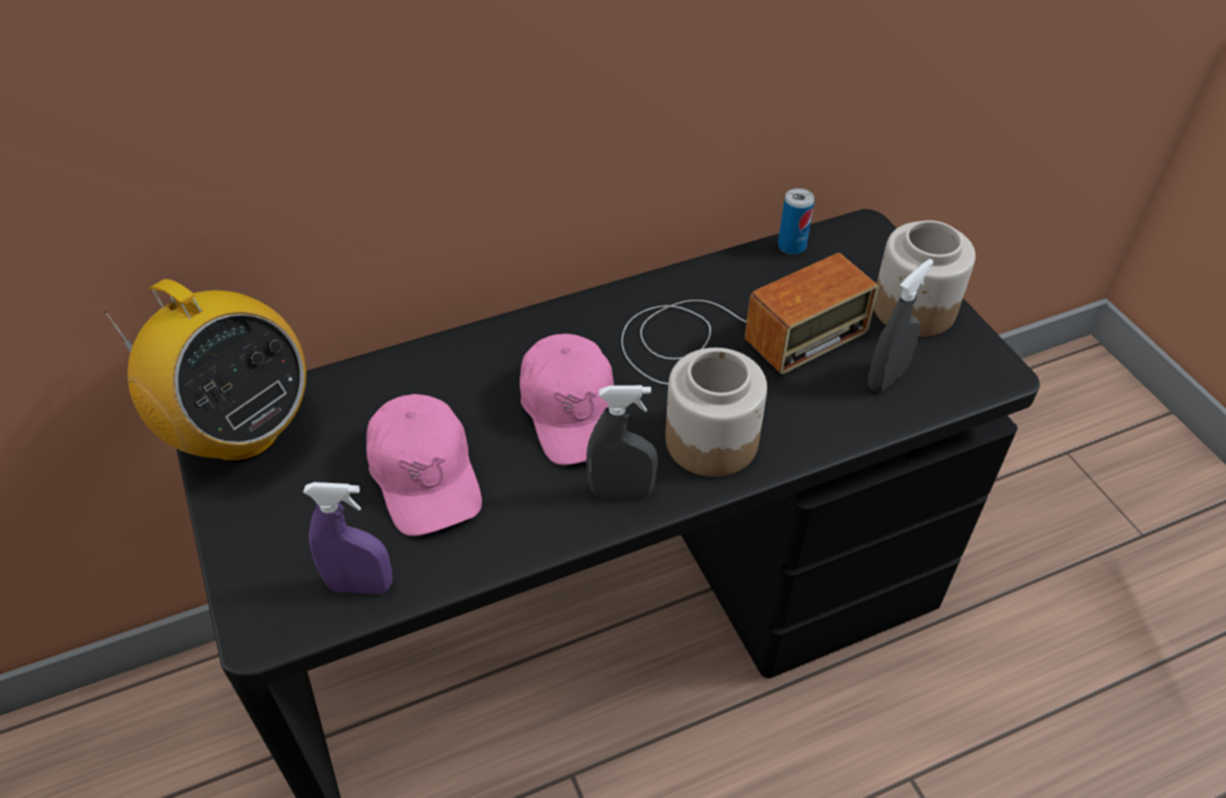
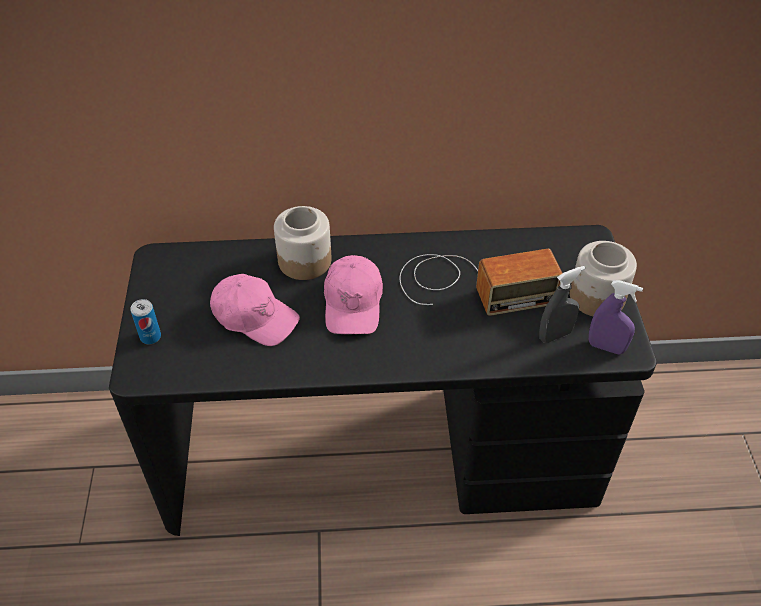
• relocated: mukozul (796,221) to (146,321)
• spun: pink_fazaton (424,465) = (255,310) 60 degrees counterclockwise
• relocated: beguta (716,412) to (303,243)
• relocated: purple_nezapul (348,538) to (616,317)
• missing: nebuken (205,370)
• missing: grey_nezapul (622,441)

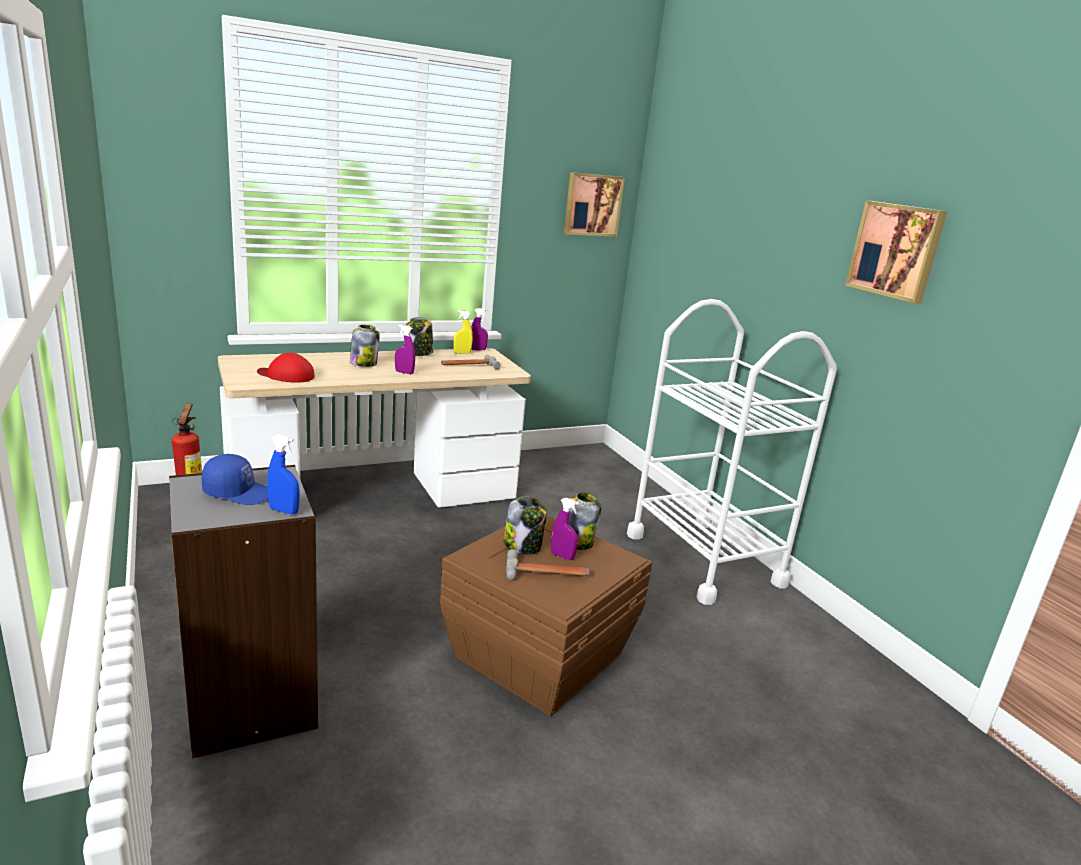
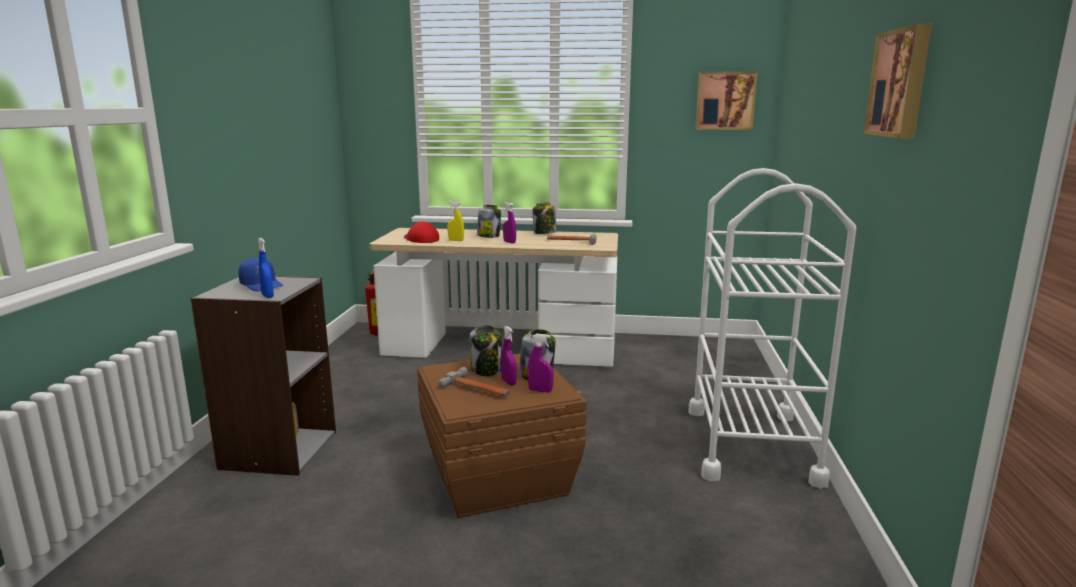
• relocated: yellow_nezapul (463,332) to (455,221)
• relocated: purple_nezapul (479,329) to (540,363)

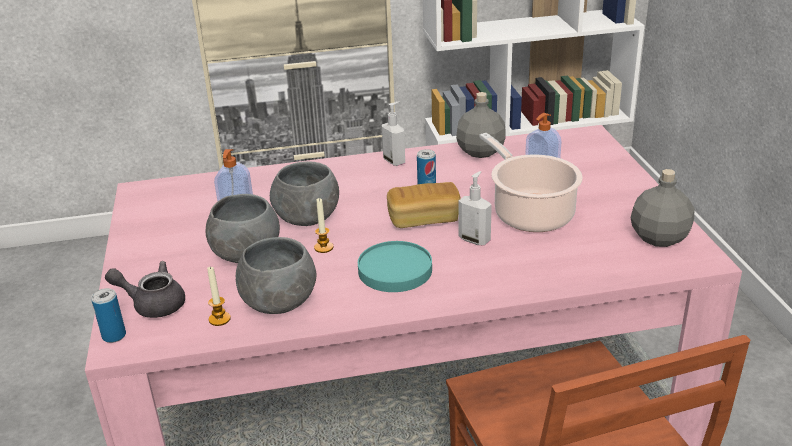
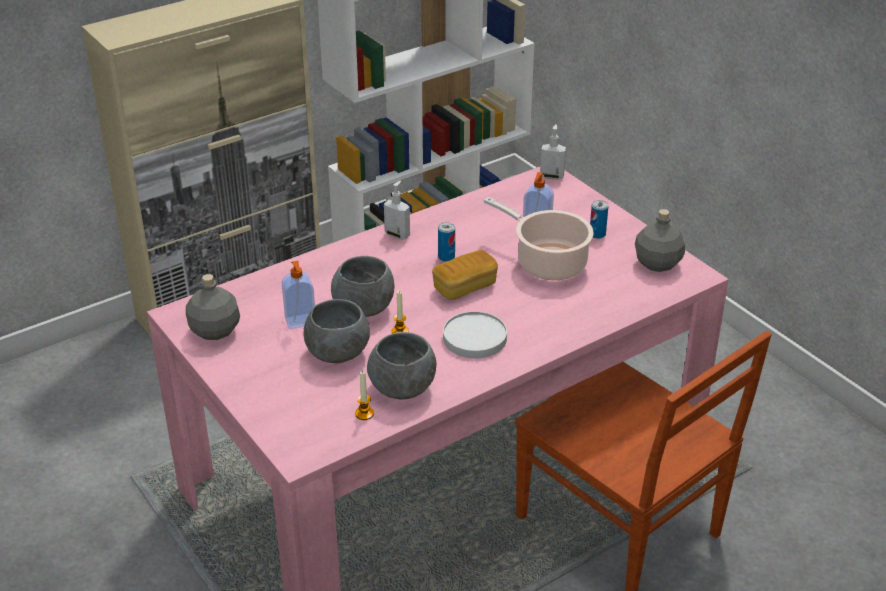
• relocated: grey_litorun (481,125) to (213,307)
• colour: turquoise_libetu (395,266) to white_libetu (475,335)
• relocated: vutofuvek (475,208) to (553,152)
• relocated: mukozul (108,315) to (599,219)
• missing: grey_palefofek (145,289)

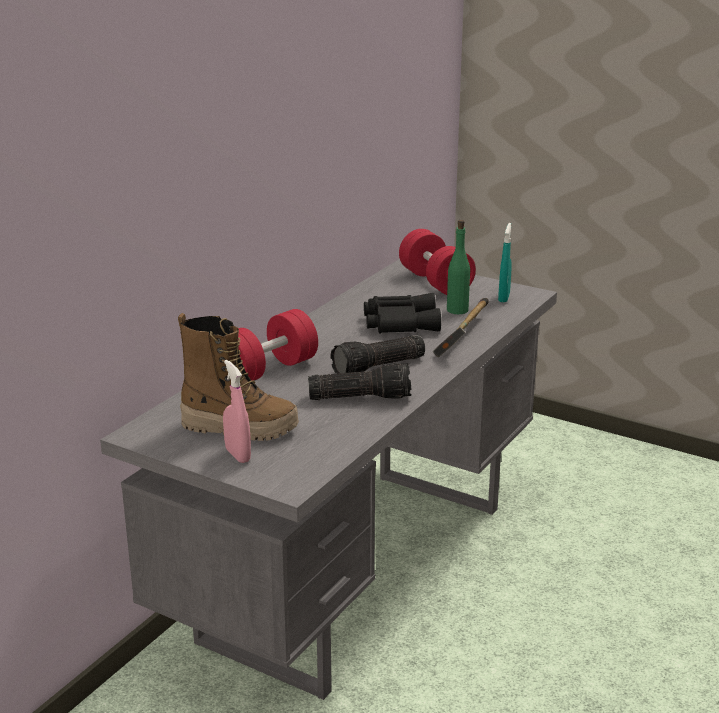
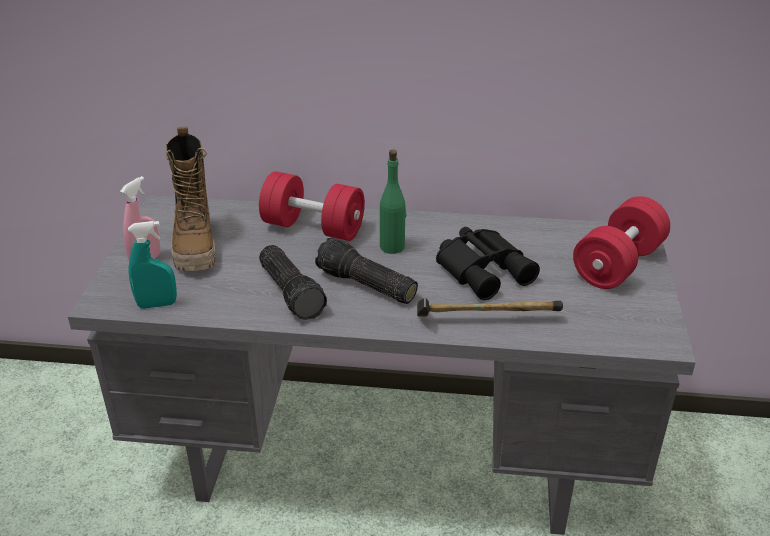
• relocated: turquoise_nezapul (505,262) to (152,265)
• relocated: green_litorun (458,267) to (393,202)

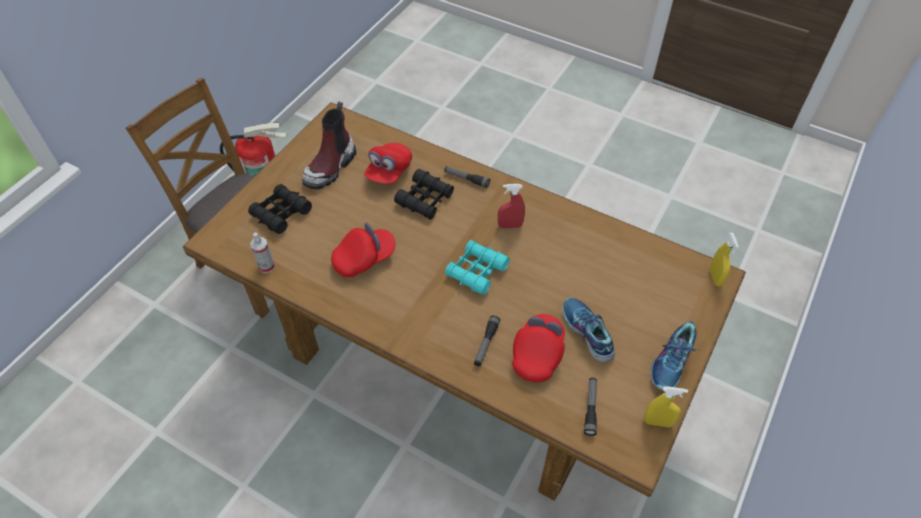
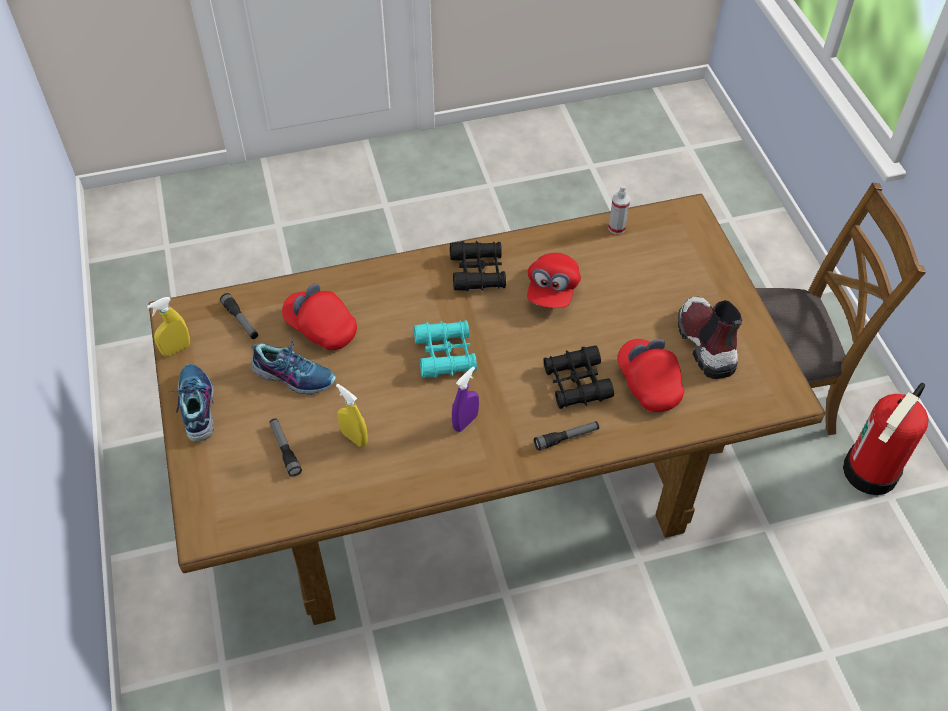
• relocated: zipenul (487,340) to (286,447)
• spun: red_fazaton (538,348) = (319,316) 150 degrees clockwise
• relocated: yellow_nezapul (724,260) to (352,415)
• relocated: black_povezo (280,209) to (478,266)
• colour: red_nezapul (511,206) to purple_nezapul (465,399)

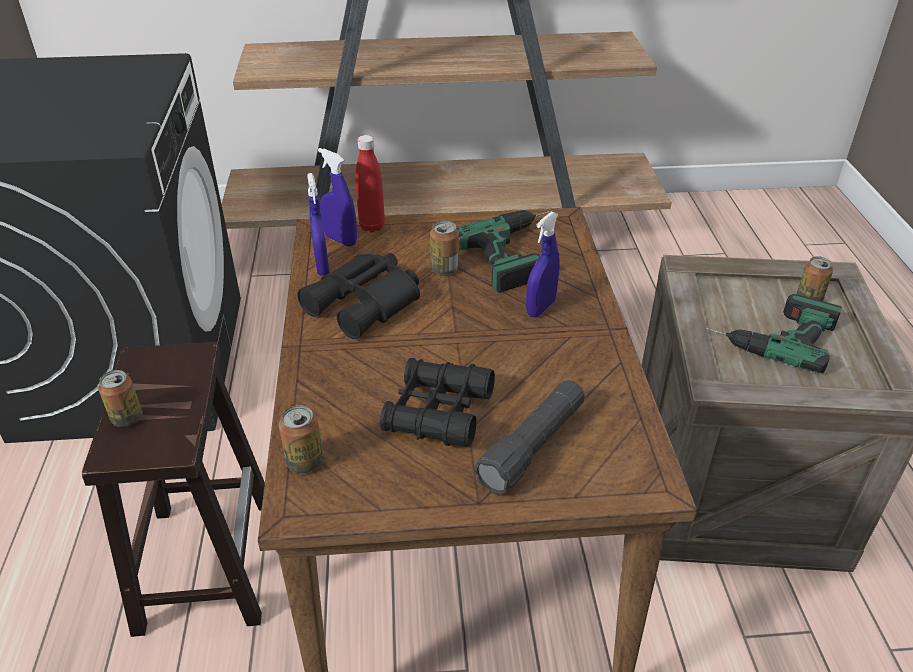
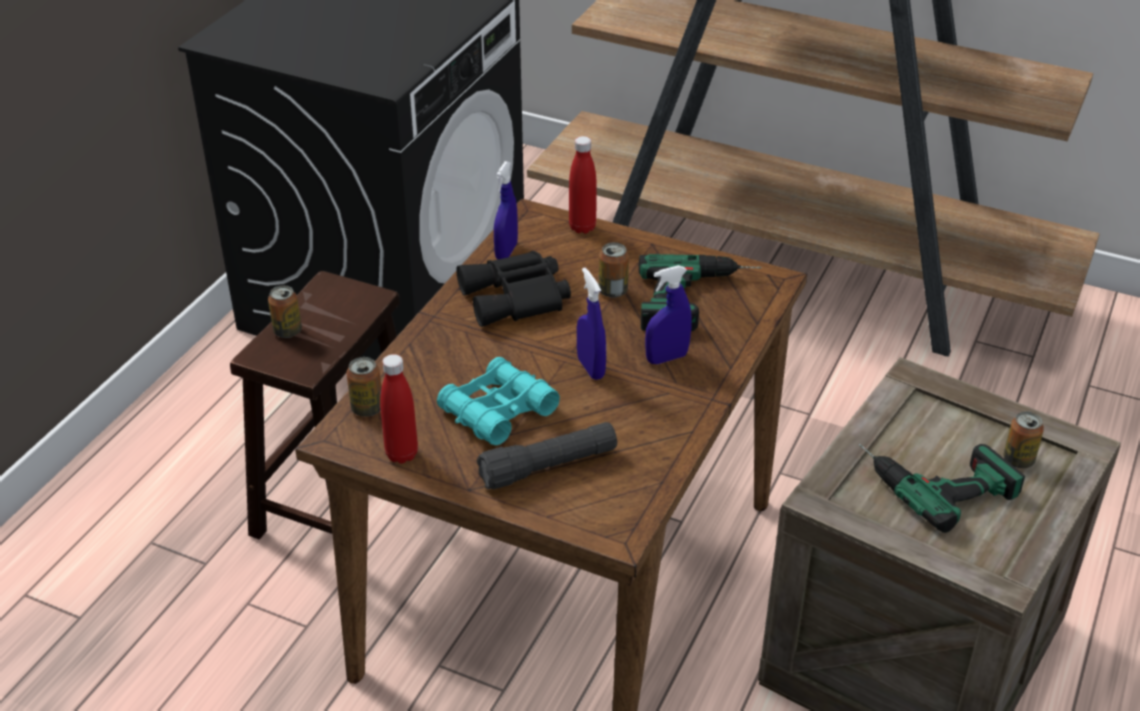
• appeared: red_litorun (399,409)
• colour: black_povezo (437,402) to turquoise_povezo (498,401)
• relocated: blue_nezapul (337,197) to (591,324)

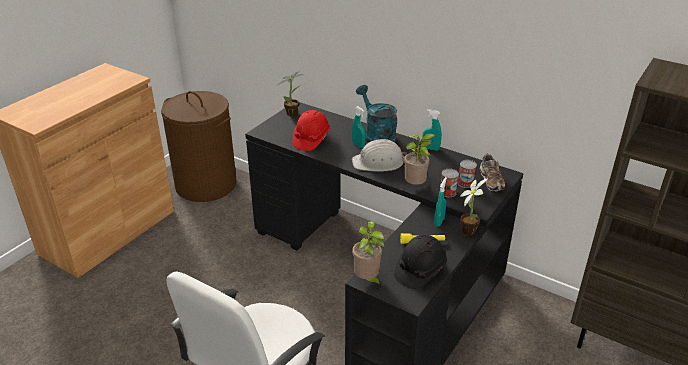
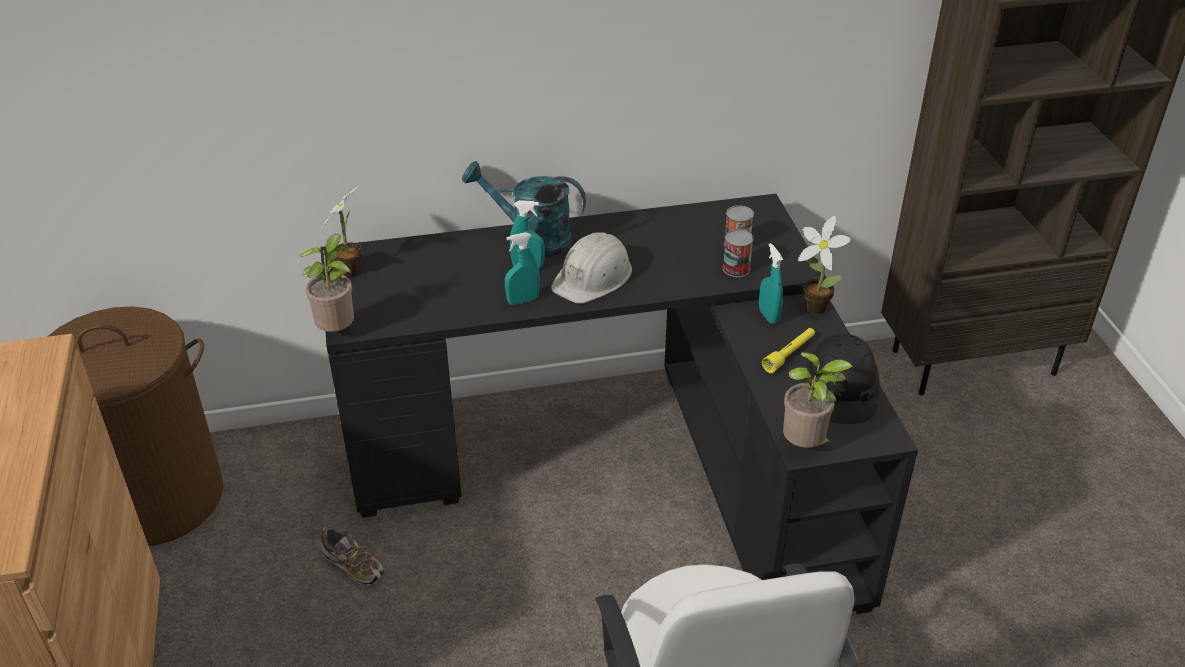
• relocated: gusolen (419,159) to (326,283)
• relocated: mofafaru (492,172) to (352,556)
• relocated: turquoise_nezapul (432,129) to (522,268)
• missing: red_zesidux (311,130)

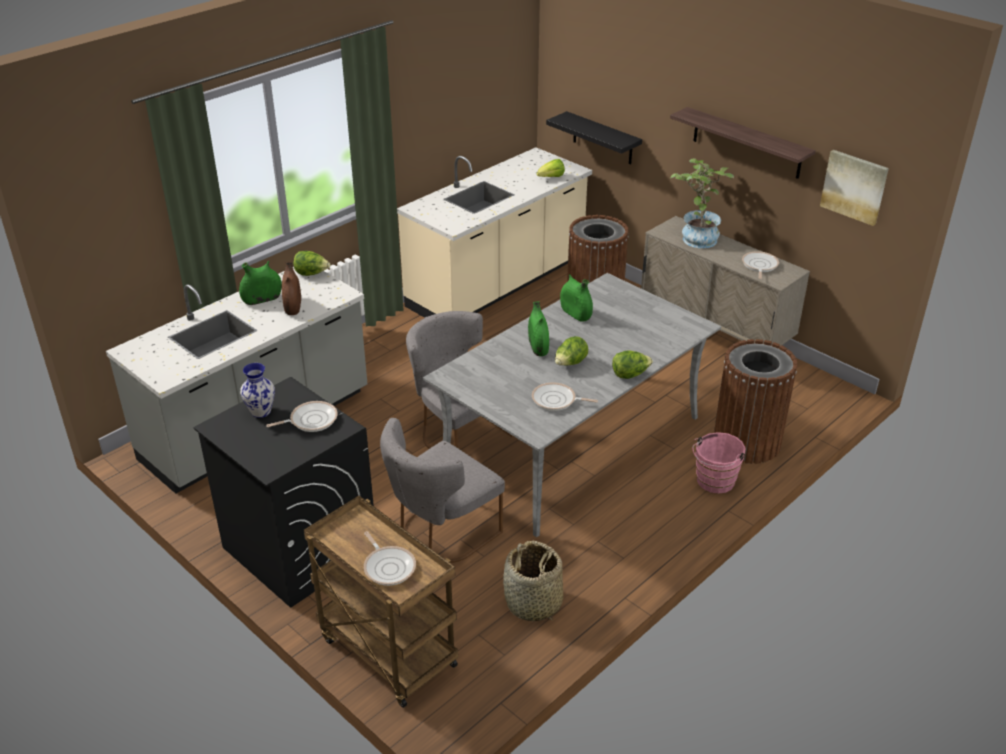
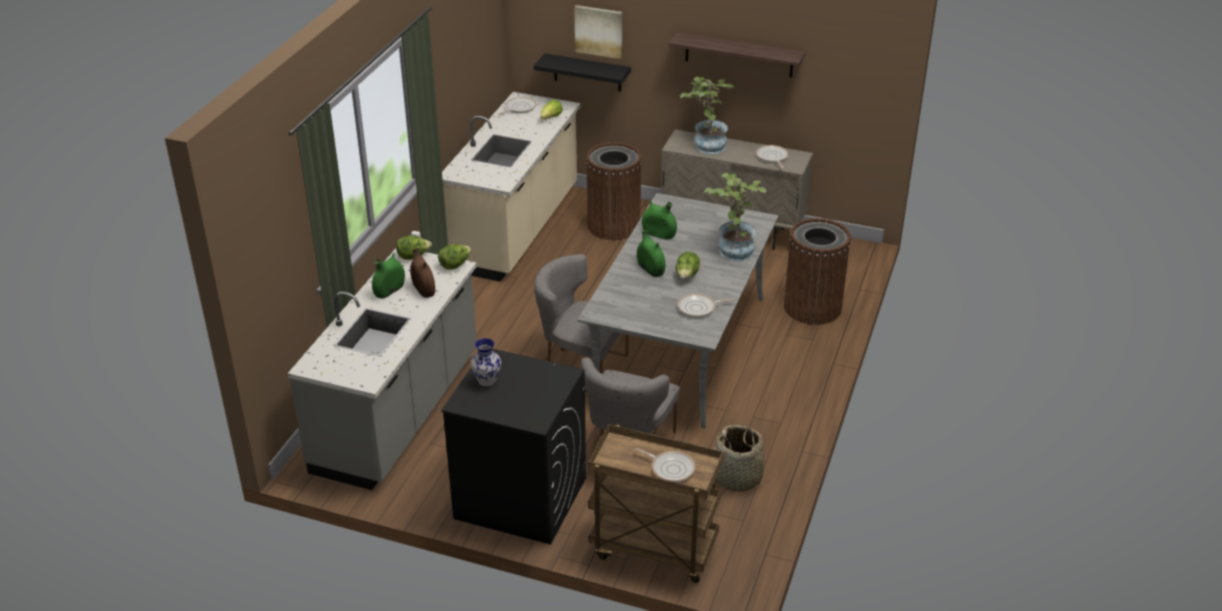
• relocated: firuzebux (632,364) to (454,257)
• relocated: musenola (302,416) to (517,106)
• relocated: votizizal (854,188) to (598,32)
• appeared: gusolen (735,217)
• missing: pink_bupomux (718,463)

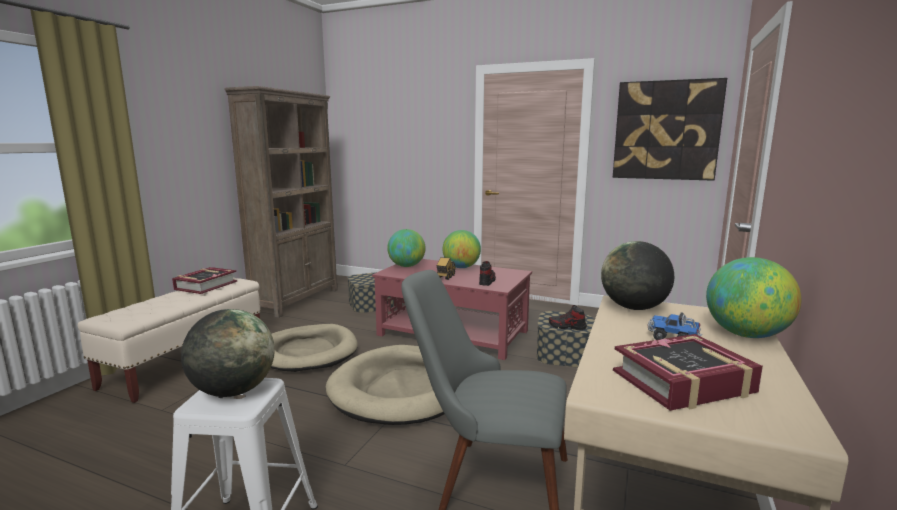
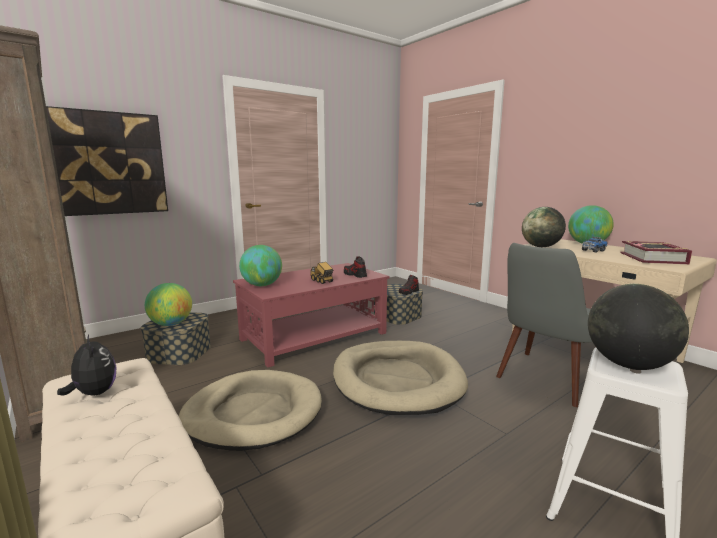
• relocated: votizizal (670,129) to (107,161)
• exchanged: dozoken (204,280) to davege (86,364)
• relocated: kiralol (461,249) to (168,304)

